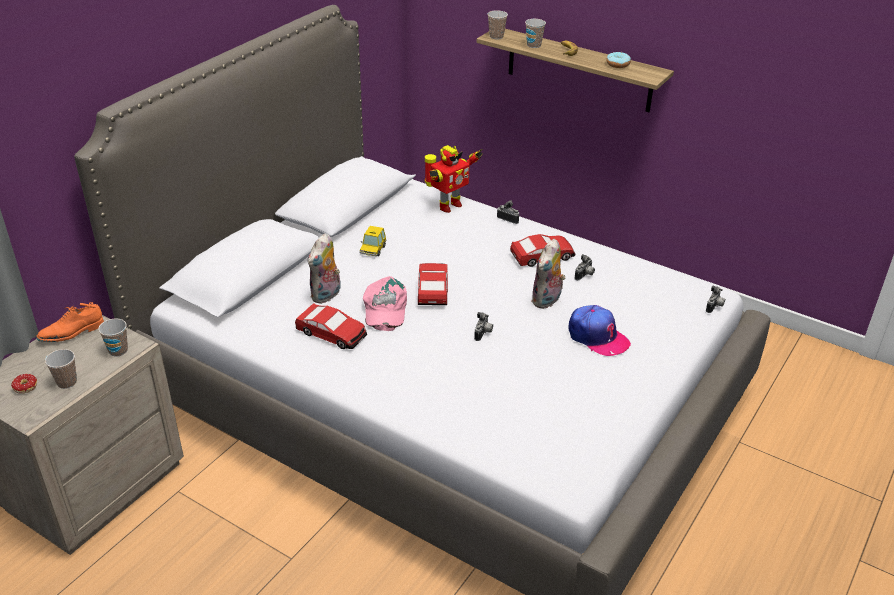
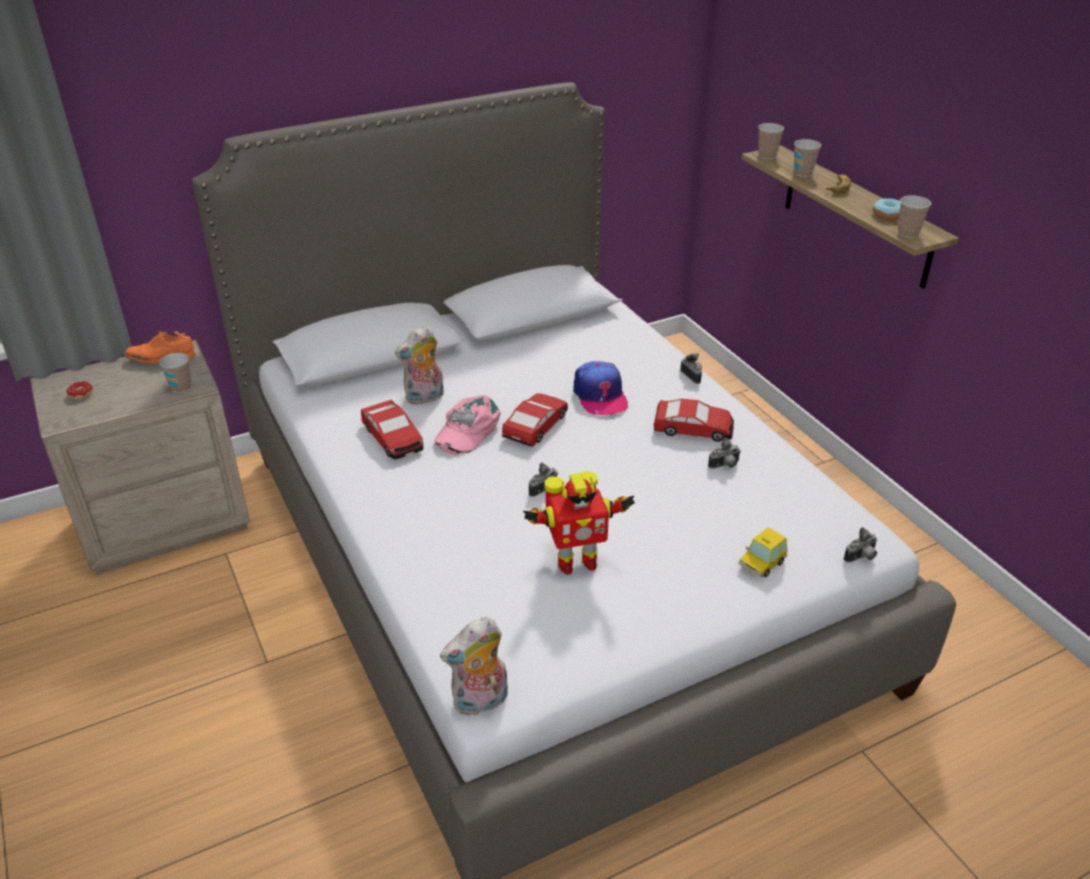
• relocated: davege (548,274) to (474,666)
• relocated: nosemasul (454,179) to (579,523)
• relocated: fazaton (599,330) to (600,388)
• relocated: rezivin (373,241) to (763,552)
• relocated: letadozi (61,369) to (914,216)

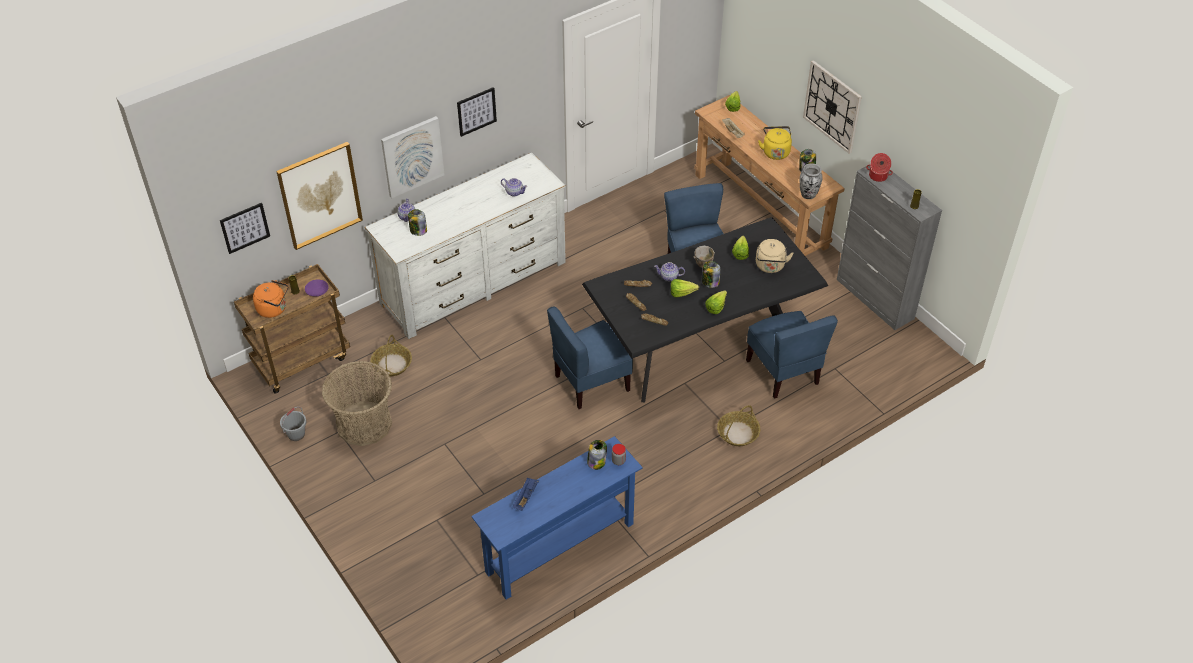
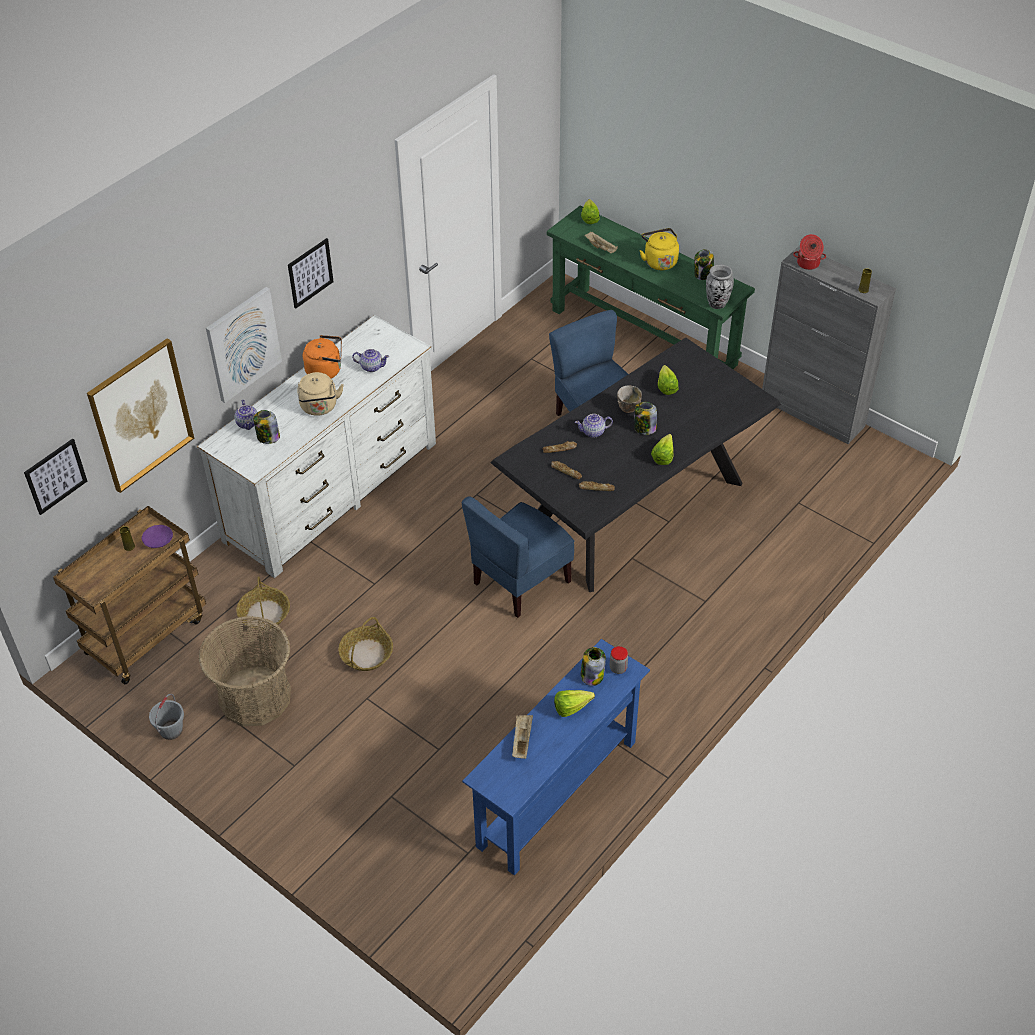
• relocated: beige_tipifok (775,256) to (320,394)
• relocated: orange_tipifok (270,299) to (322,357)
• relocated: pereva (738,425) to (365,644)
• colour: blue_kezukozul (526,494) to beige_kezukozul (522,737)
• colour: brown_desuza (769,175) to green_desuza (651,287)
• relocated: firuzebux (684,288) to (574,703)
• missing: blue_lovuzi (792,355)
• missing: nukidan (832,107)

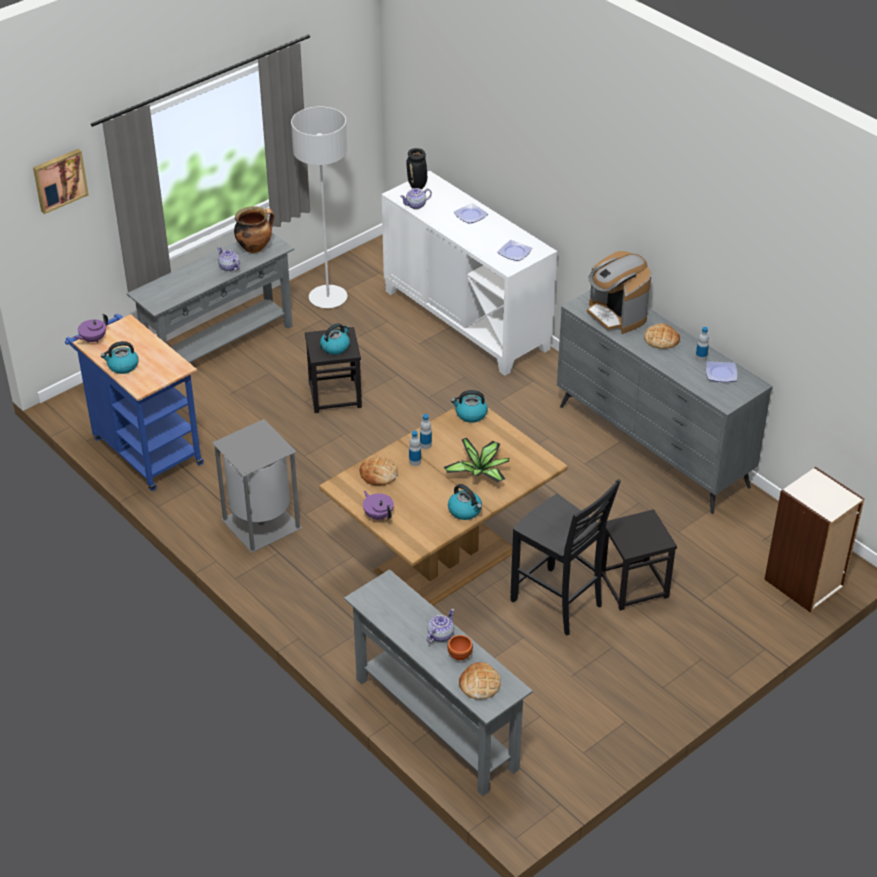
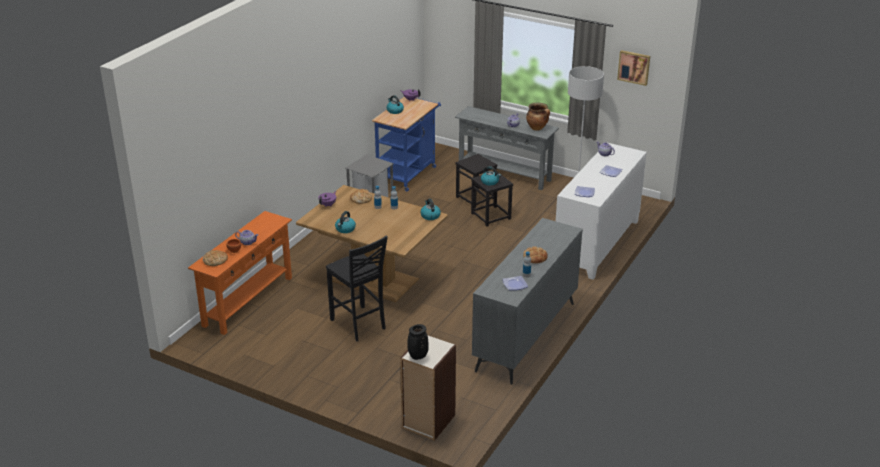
• colour: grey_desuza (438,682) to orange_desuza (240,273)
• spun: black_lovuzi (565,557) = (357,289) 60 degrees counterclockwise
• relocated: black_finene (416,168) to (418,342)
• relocated: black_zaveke (639,560) to (476,181)
• relocated: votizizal (61,181) to (633,68)
• missing: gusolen (476,460)
• missing: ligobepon (619,292)

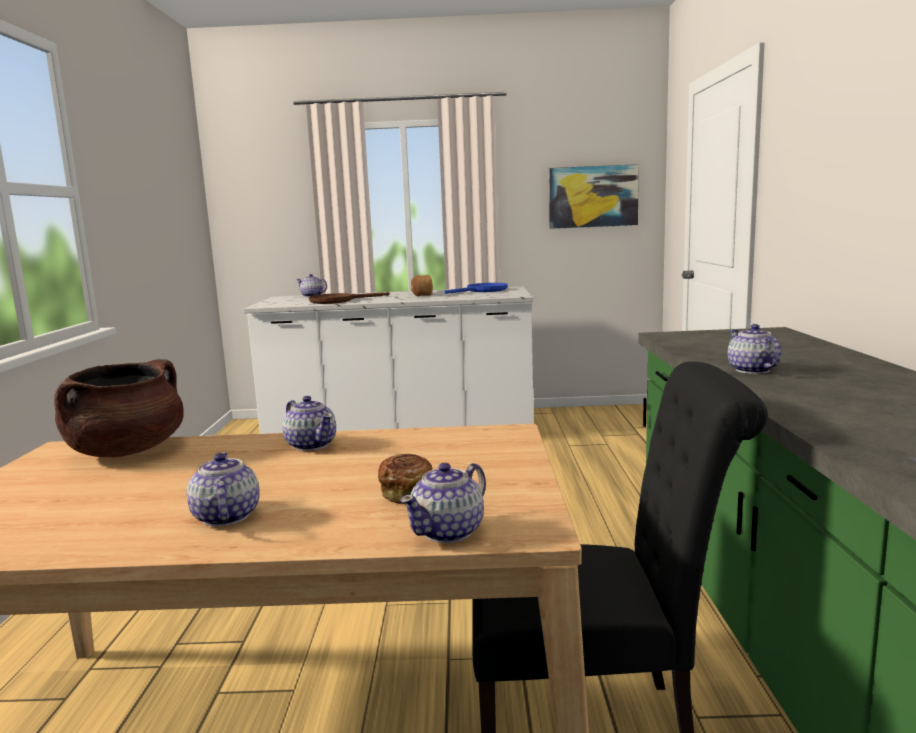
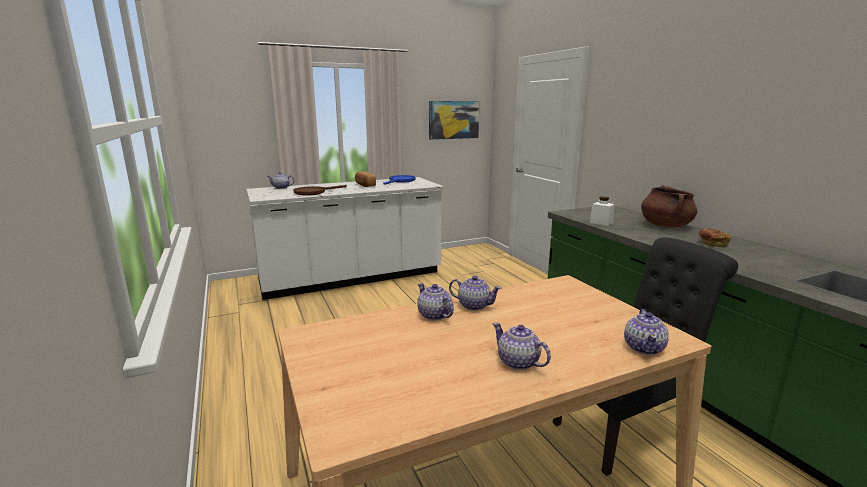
• relocated: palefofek (755,349) to (435,302)
• appeared: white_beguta (602,211)
• relocated: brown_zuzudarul (119,408) to (669,206)
• relocated: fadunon (405,479) to (715,238)

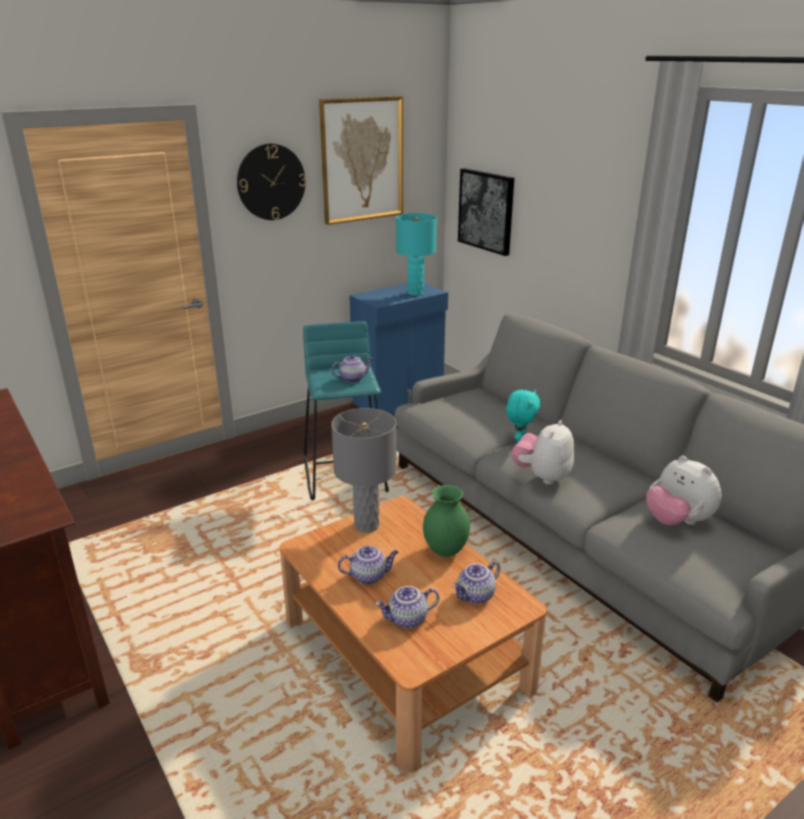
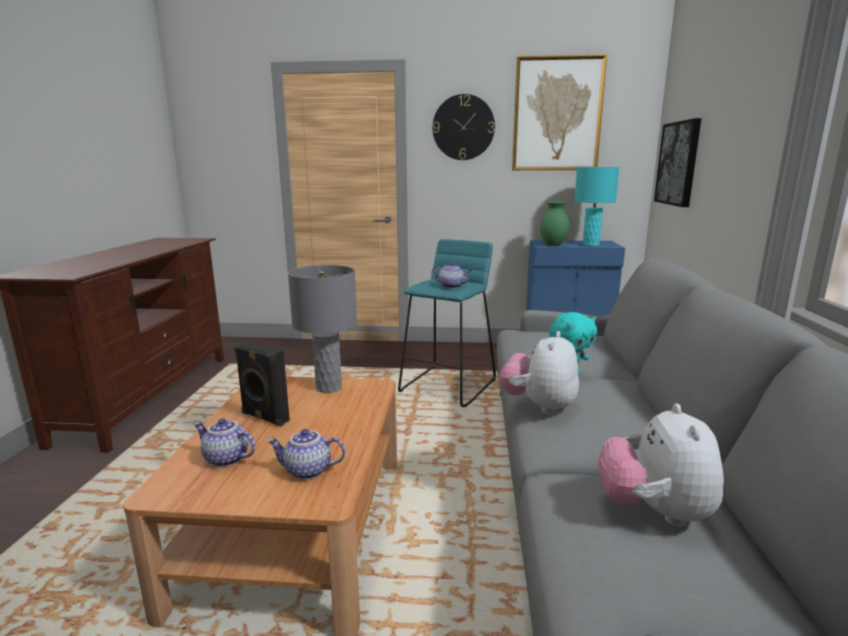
• exchanged: palefofek (368,565) to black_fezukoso (262,384)
• spun: davege (542,452) = (539,373) 45 degrees counterclockwise
• relocated: green_finene (446,521) to (555,224)

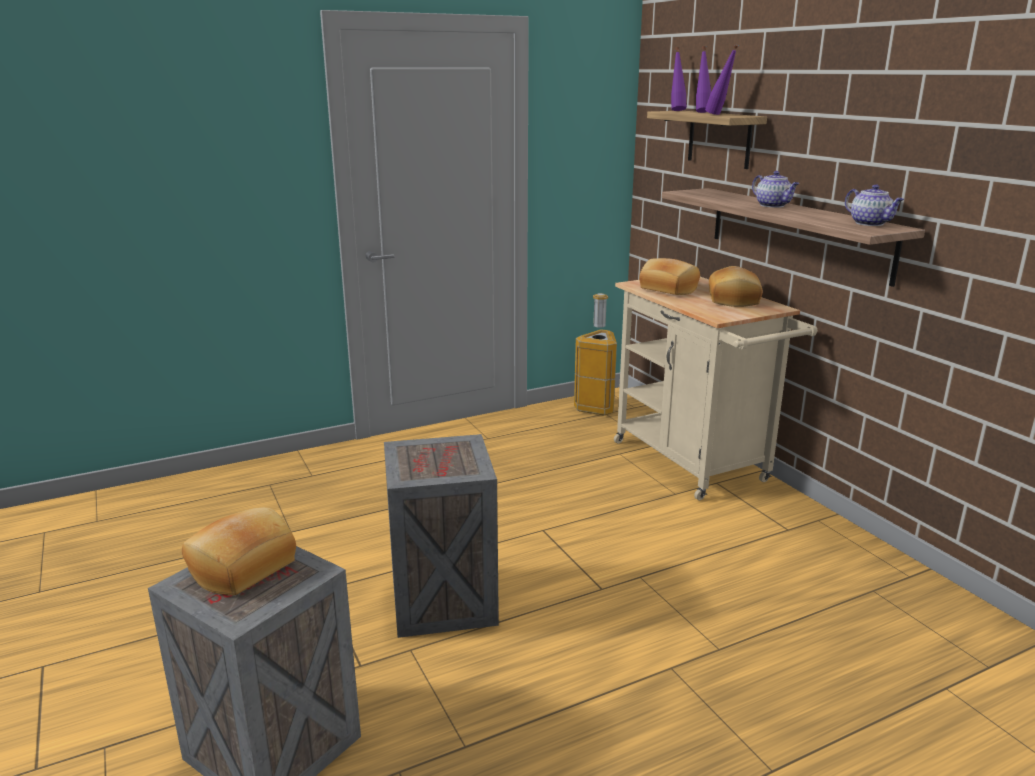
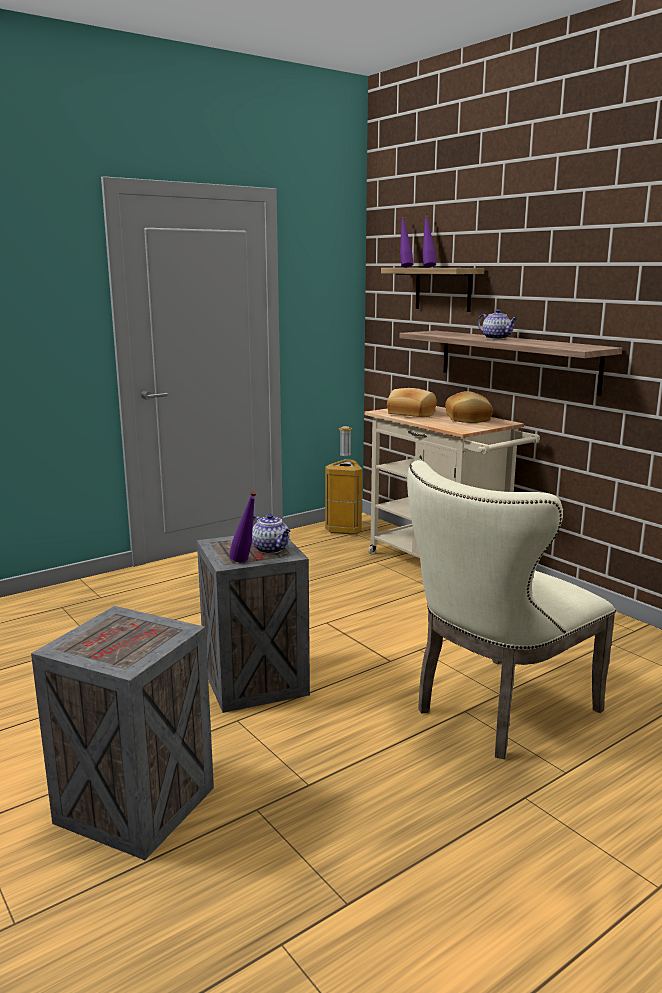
• relocated: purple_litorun (721,79) to (243,526)
• relocated: palefofek (874,205) to (271,534)
• appeared: beige_lovuzi (511,609)
• missing: fadunon (239,551)

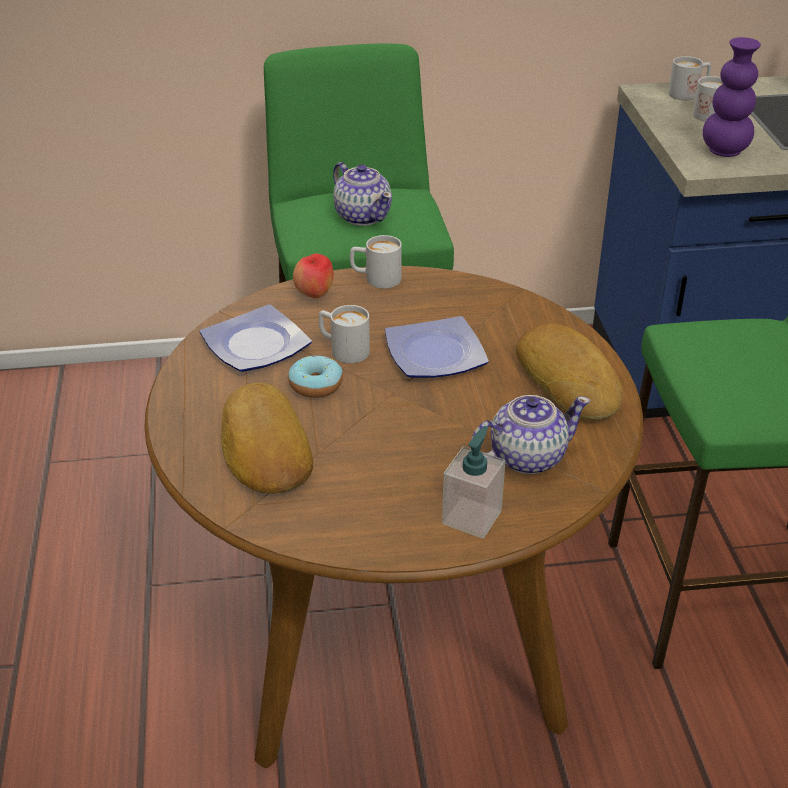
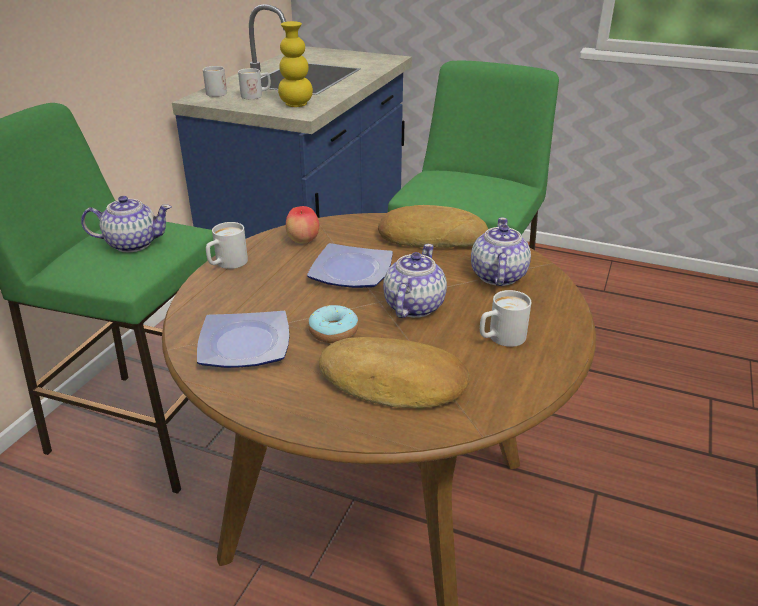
• colour: purple_finene (732,97) to yellow_finene (295,64)
• relocated: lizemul (313,275) to (302,225)
• appeared: palefofek (415,281)
• relocated: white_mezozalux (344,334) to (505,318)
• missing: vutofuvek (474,482)

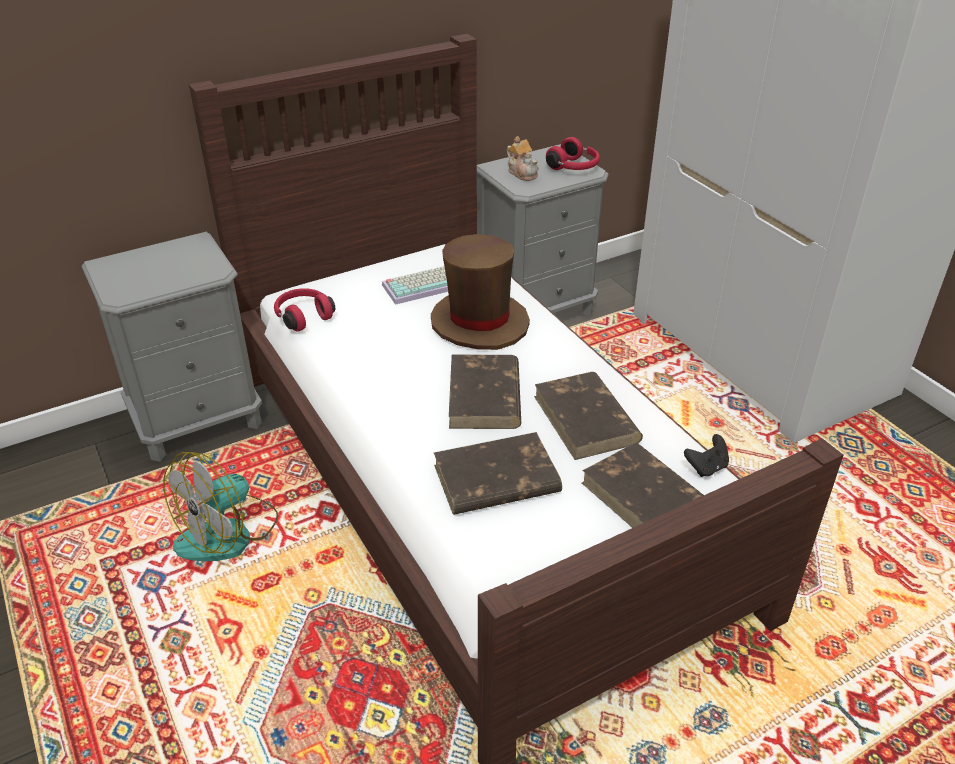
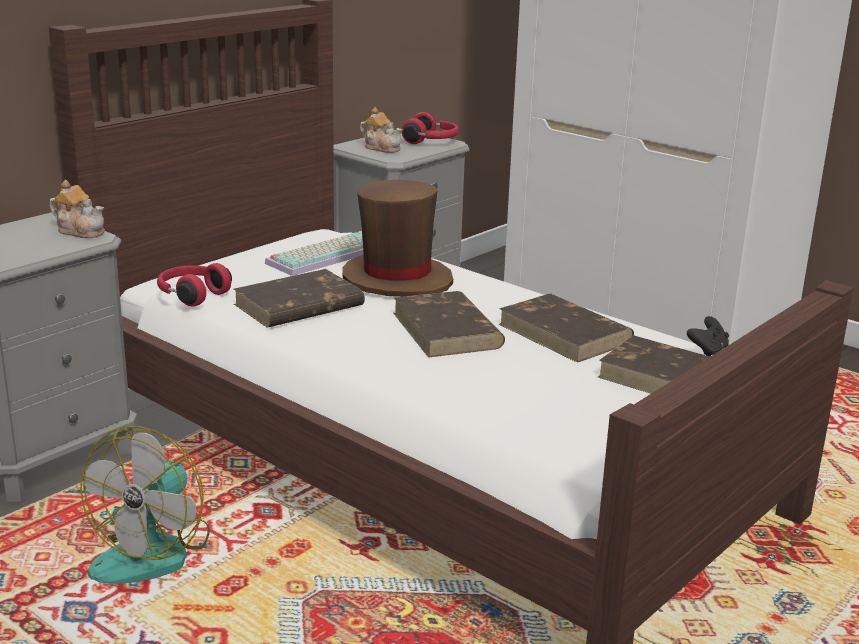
• appeared: palefofek (77,209)
• relocated: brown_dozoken (498,473) to (299,298)

